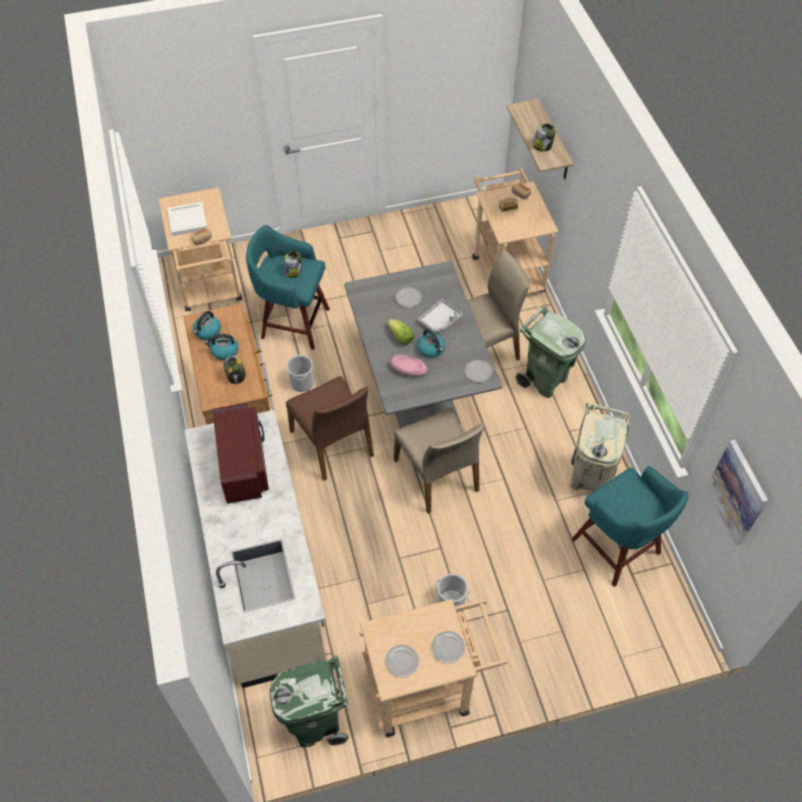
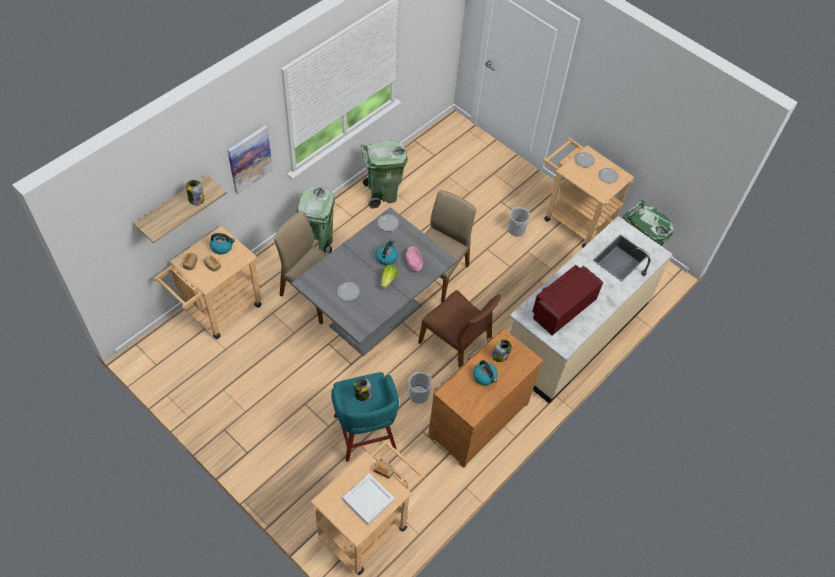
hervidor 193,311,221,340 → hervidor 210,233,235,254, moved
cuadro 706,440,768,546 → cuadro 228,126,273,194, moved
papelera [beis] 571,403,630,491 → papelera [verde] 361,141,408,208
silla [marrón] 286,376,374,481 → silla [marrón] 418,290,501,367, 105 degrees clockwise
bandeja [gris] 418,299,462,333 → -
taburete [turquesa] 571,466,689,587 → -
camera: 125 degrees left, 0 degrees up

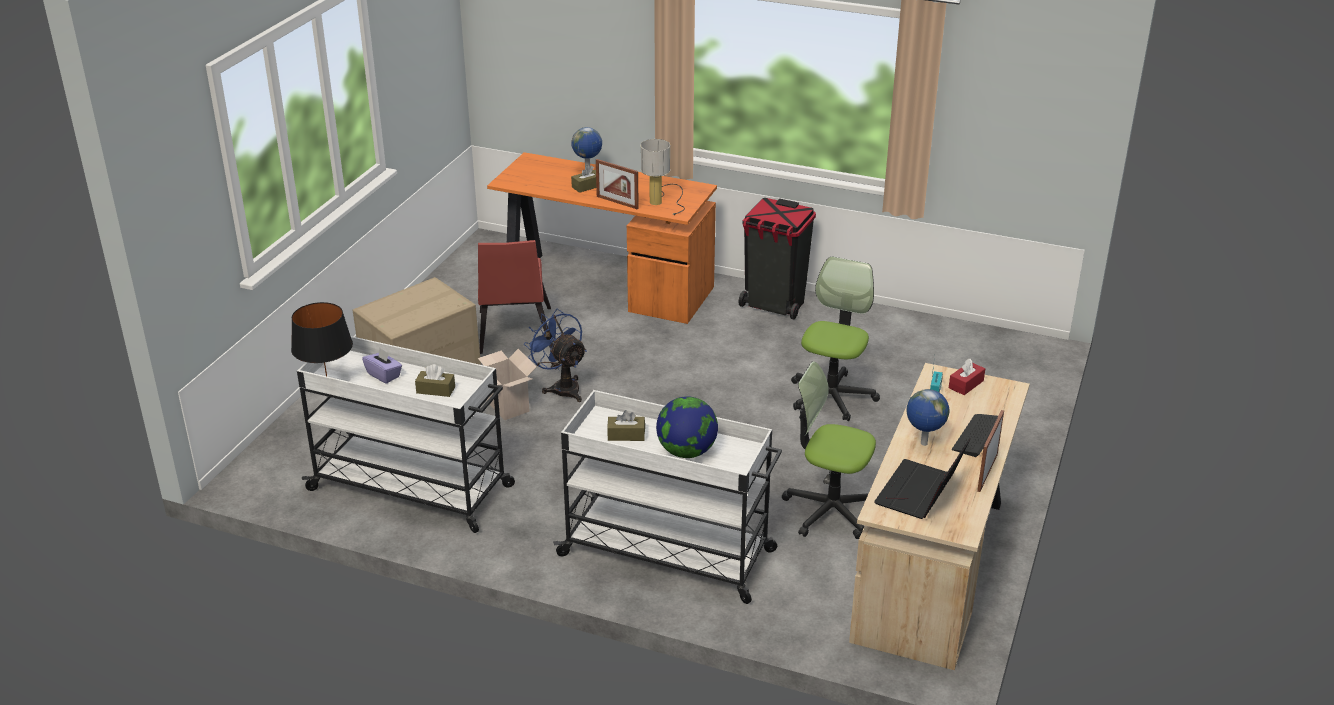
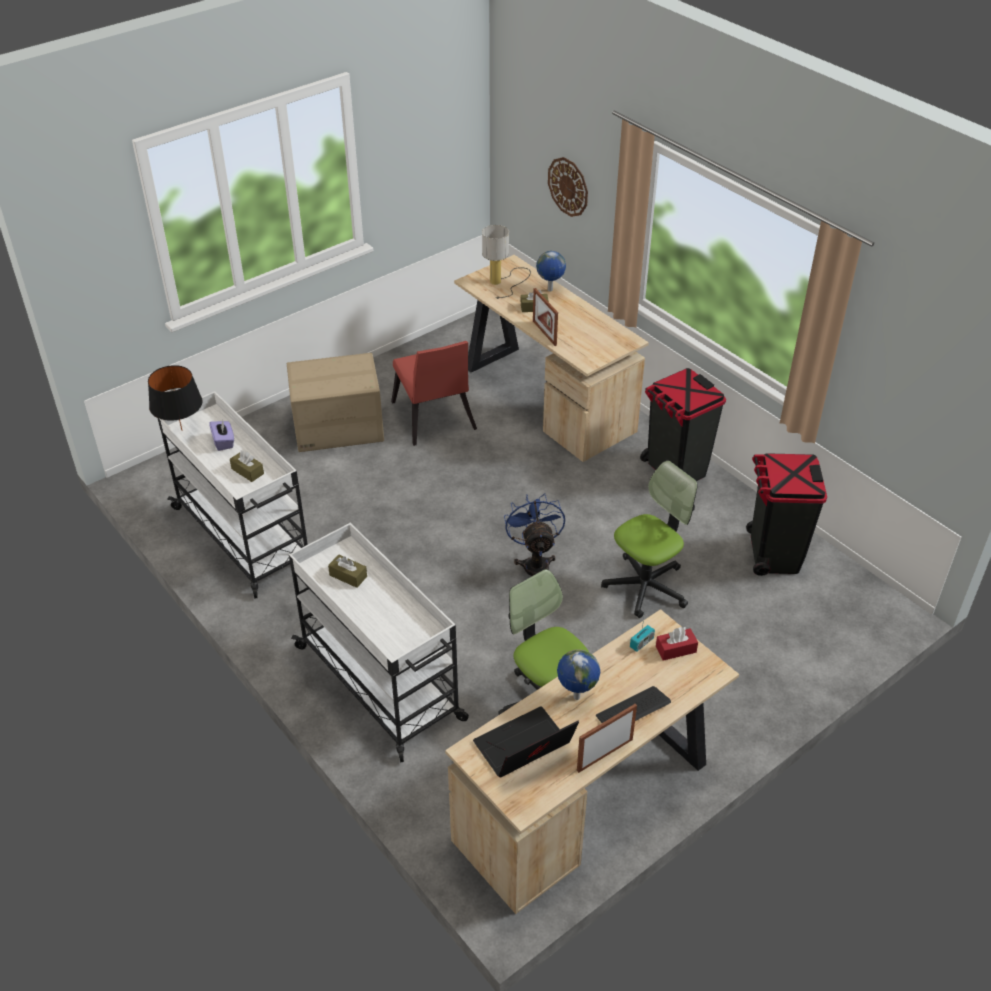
silla [rojo] 478,240,553,354 → silla [rojo] 391,341,477,446, 45 degrees counterclockwise
escritorio [naranja] 487,152,717,324 → escritorio [beis] 454,255,649,462
lámpara de mesa 641,139,685,215 → lámpara de mesa 482,225,531,299, moved
ventilador [azul] 524,309,587,402 → ventilador [azul] 504,493,565,576, moved
- → reloj de pared 548,157,588,217
- → papelera [negro] 746,453,827,576
caja de cartón 478,349,537,420 → -
globo terráqueo 656,396,718,458 → -
camera: 30 degrees right, 10 degrees up

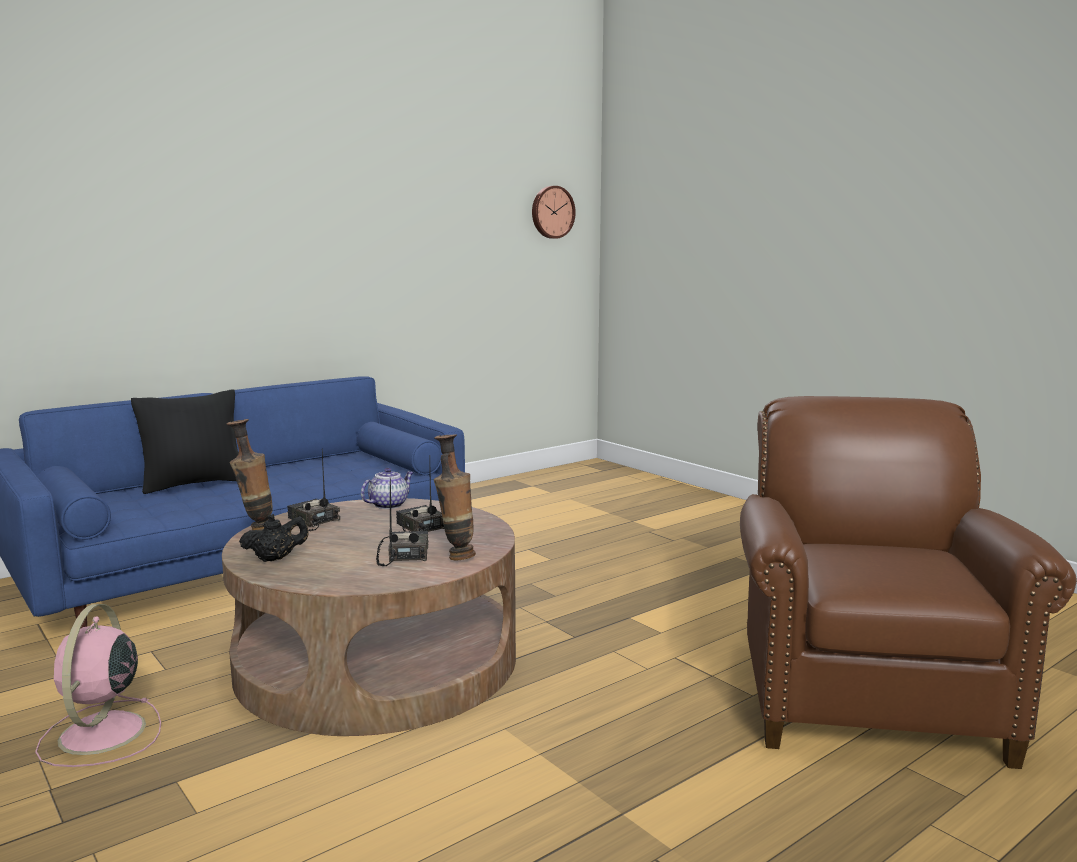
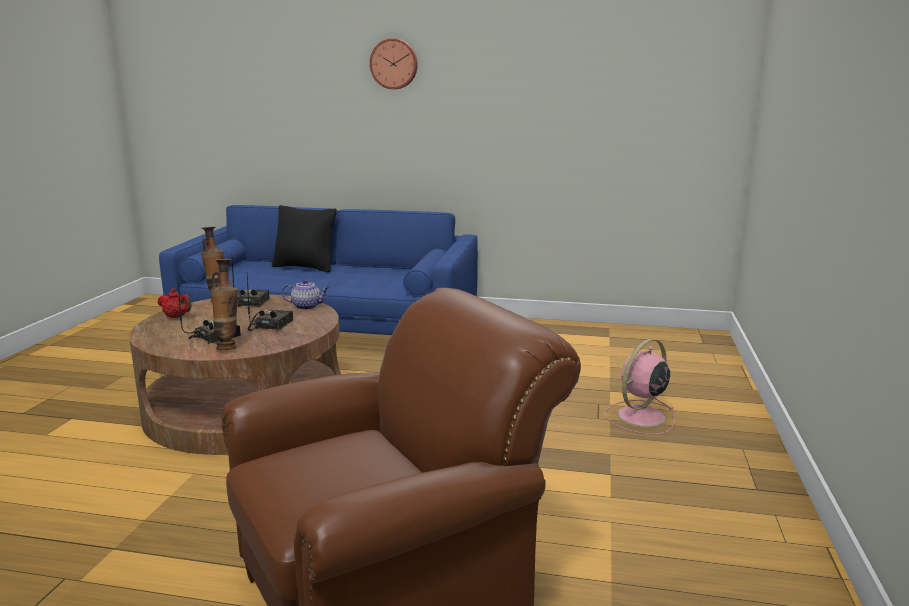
tetera [negro] 239,514,309,562 → tetera [rojo] 158,288,192,318
reloj de pared 532,186,576,239 → reloj de pared 370,38,418,89, moved
ventilador [rosa] 35,604,161,767 → ventilador [rosa] 605,339,675,435, moved
camera: 50 degrees right, 5 degrees up

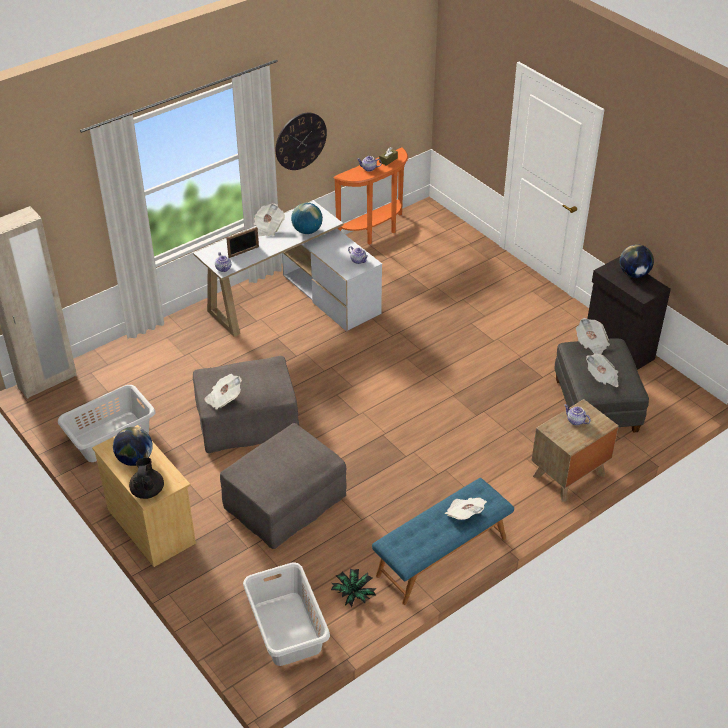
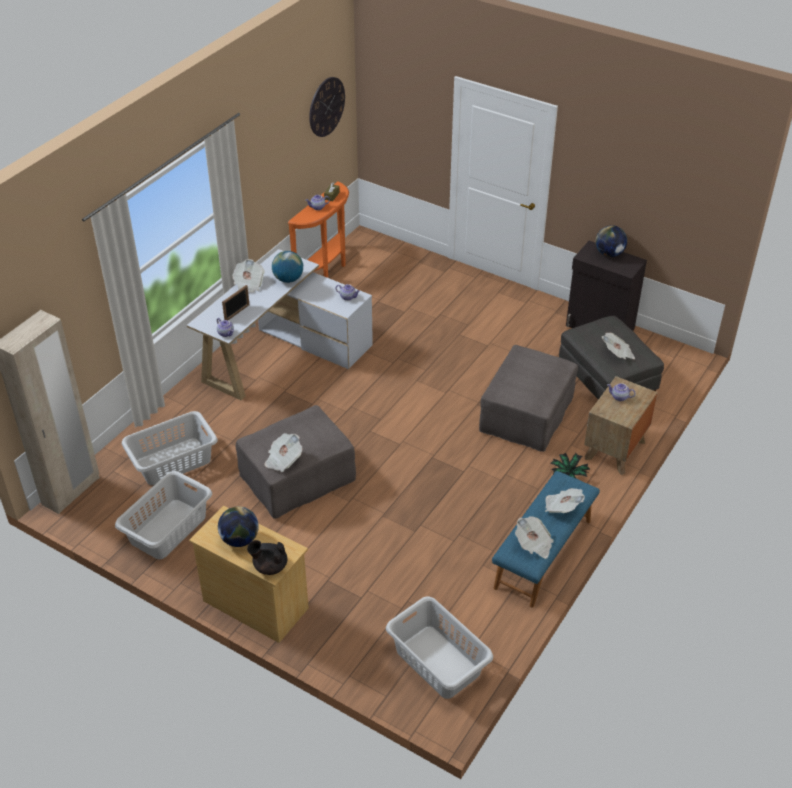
- → cesto de la ropa [gris] 122,411,218,485
tetera [negro] 129,457,164,499 → tetera [negro] 247,540,287,575, 60 degrees counterclockwise
reloj de pared 276,113,327,170 → reloj de pared 309,77,345,137, moved
puf [gris] 220,423,347,549 → puf [gris] 479,345,578,452, moved
periódico 576,318,610,354 → periódico 515,516,554,559, moved
planta en maceta 331,569,377,607 → planta en maceta 551,453,590,479, moved
camera: 20 degrees left, 0 degrees up

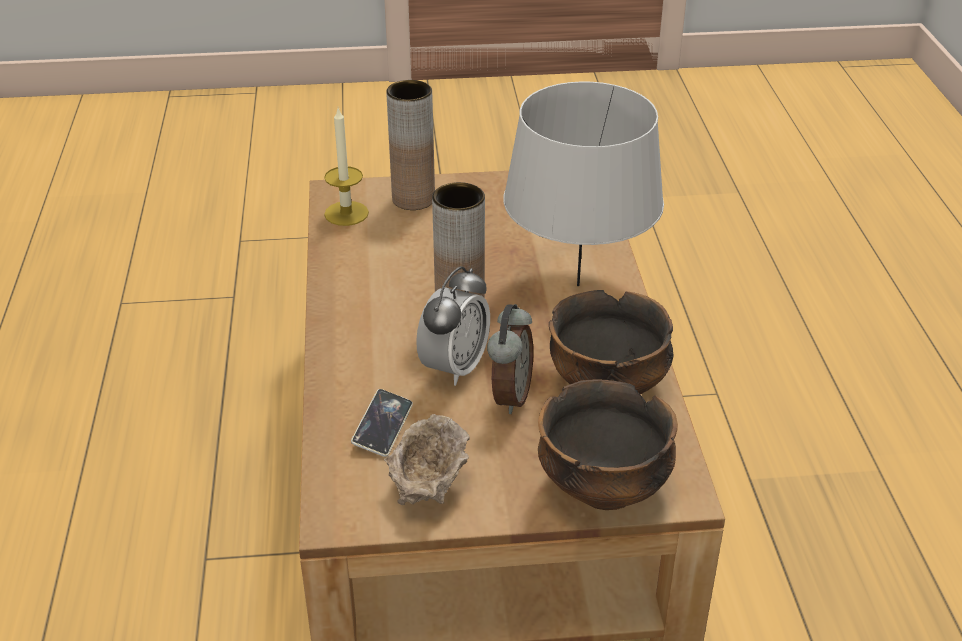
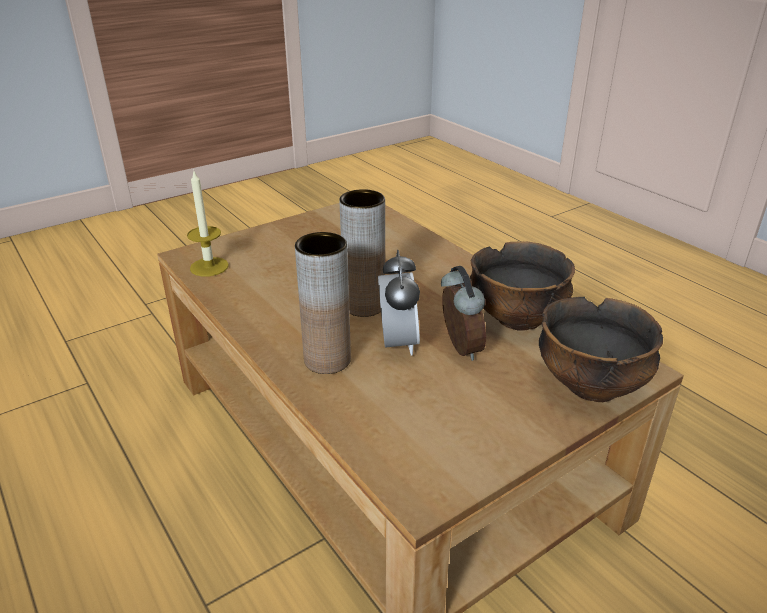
florero [marrón] 386,80,435,210 → florero [marrón] 295,232,351,374, moved
móvil 351,389,413,457 → -
cuenco [beis] 384,414,470,505 → -
lámpara de mesa [gris] 503,82,664,286 → -
camera: 30 degrees left, 5 degrees down

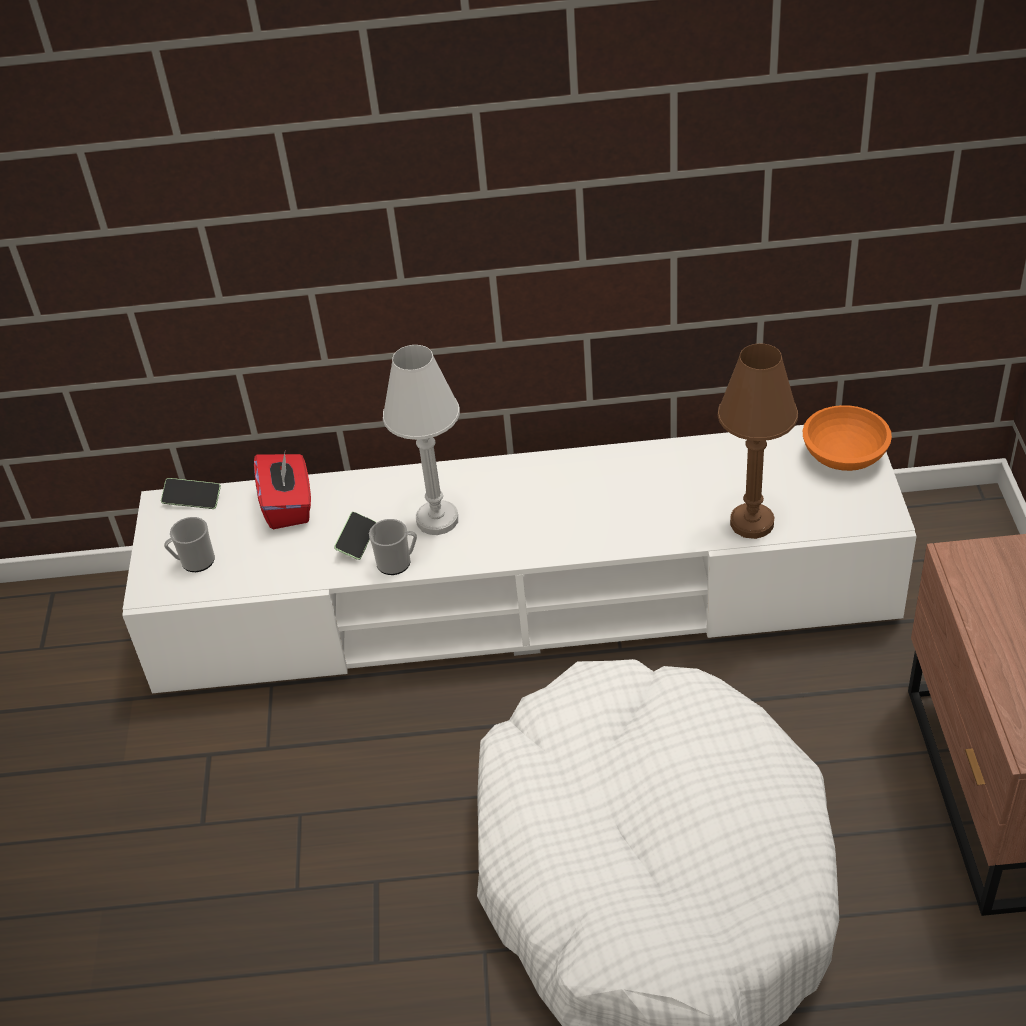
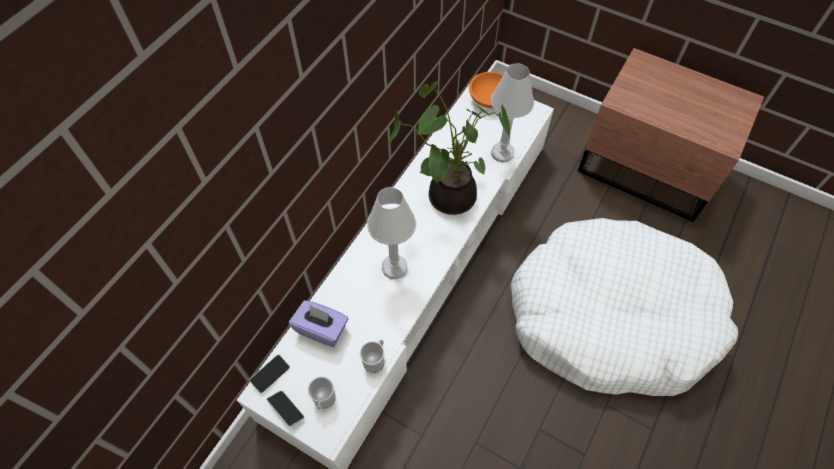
móvil 334,512,376,560 → móvil 267,391,304,427, moved
caja de pañuelos [rojo] 254,449,311,529 → caja de pañuelos [morado] 289,300,348,347
taza grande 369,519,417,575 → taza grande 360,340,384,373, moved
- → planta en maceta 388,81,510,215
lámpara de mesa [marrón] 718,343,798,539 → lámpara de mesa [blanco] 491,63,534,163
camera: 60 degrees left, 15 degrees up

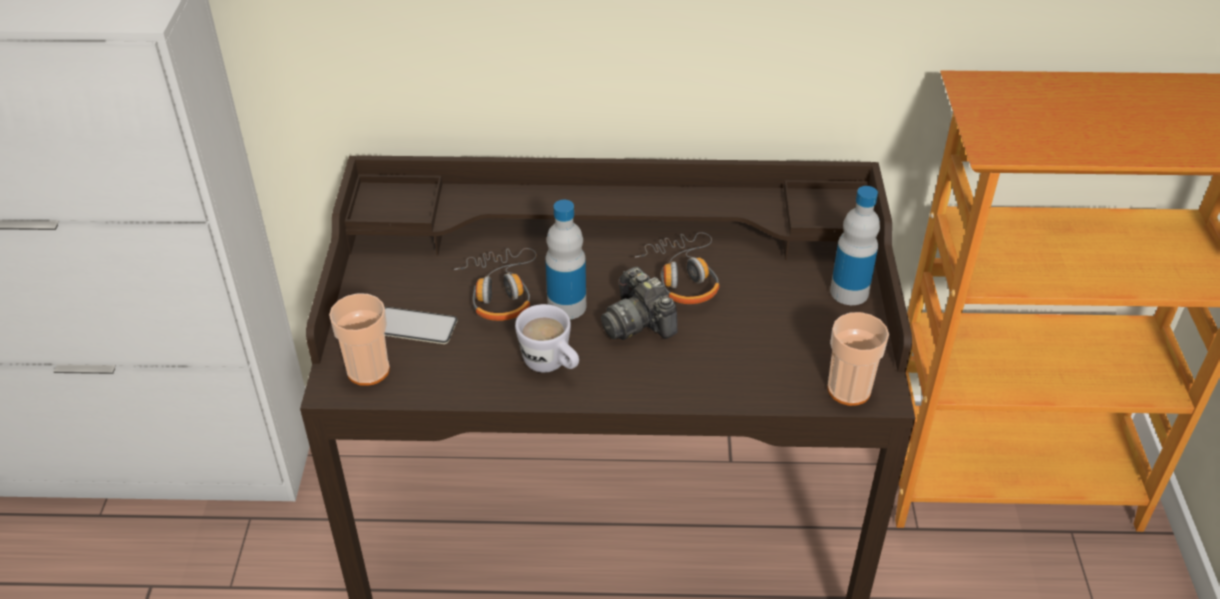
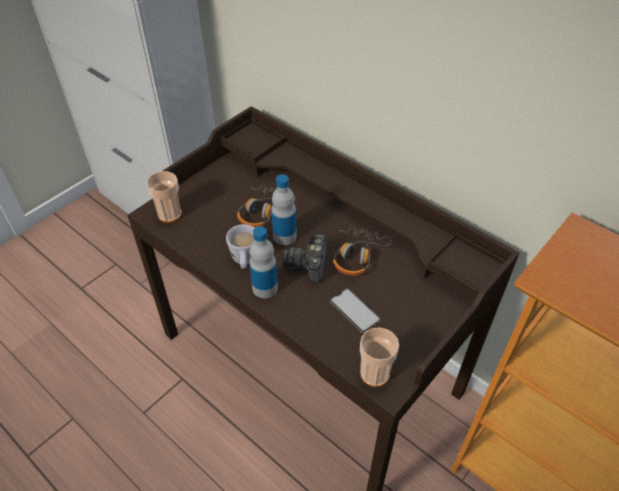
botella 830,186,880,305 → botella 249,226,278,298, moved
móvil 384,307,457,344 → móvil 330,288,381,333, moved
camera: 40 degrees right, 5 degrees up

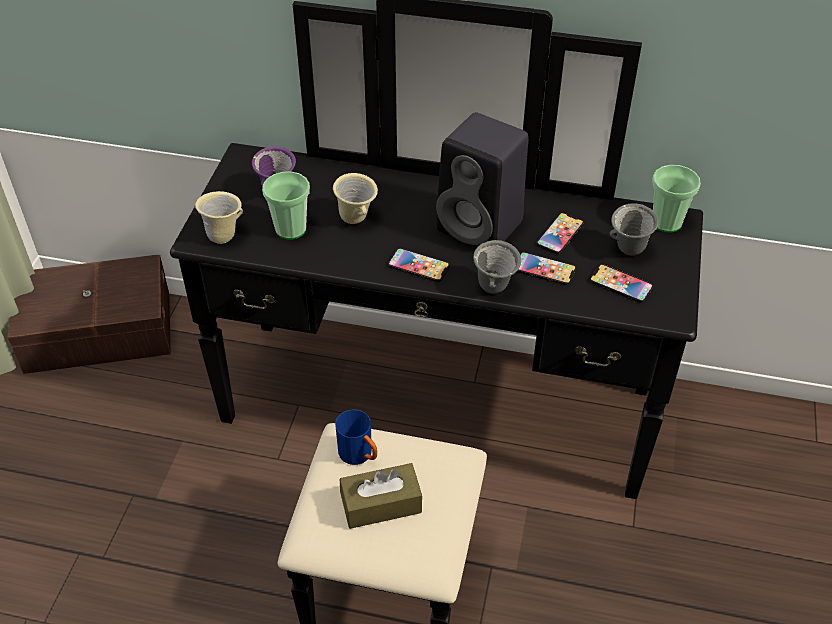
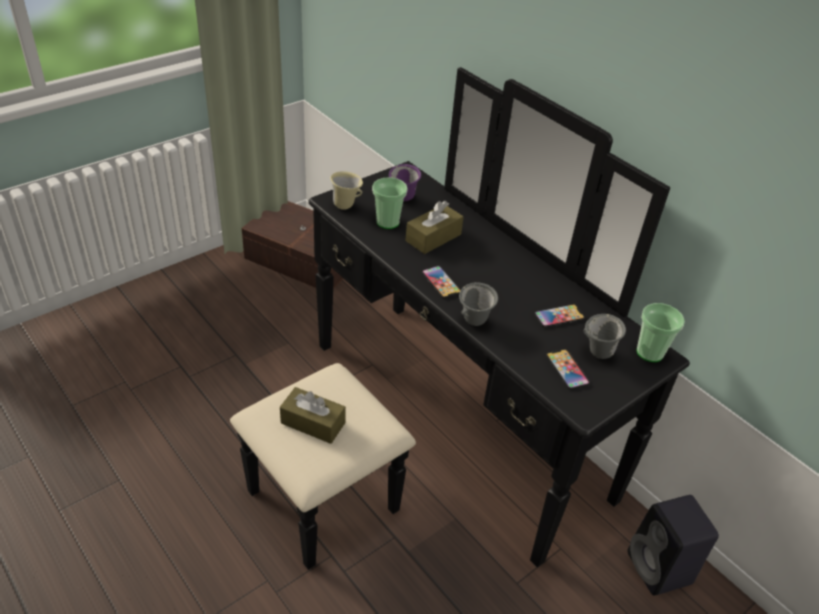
taza grande [beis] 333,173,378,224 → caja de pañuelos [marrón] 405,201,464,254
altavoz [negro] 436,112,529,248 → altavoz [negro] 627,495,719,595, moved
taza grande [azul] 335,409,377,465 → -
móvil 517,252,576,285 → -
camera: 35 degrees right, 5 degrees down

